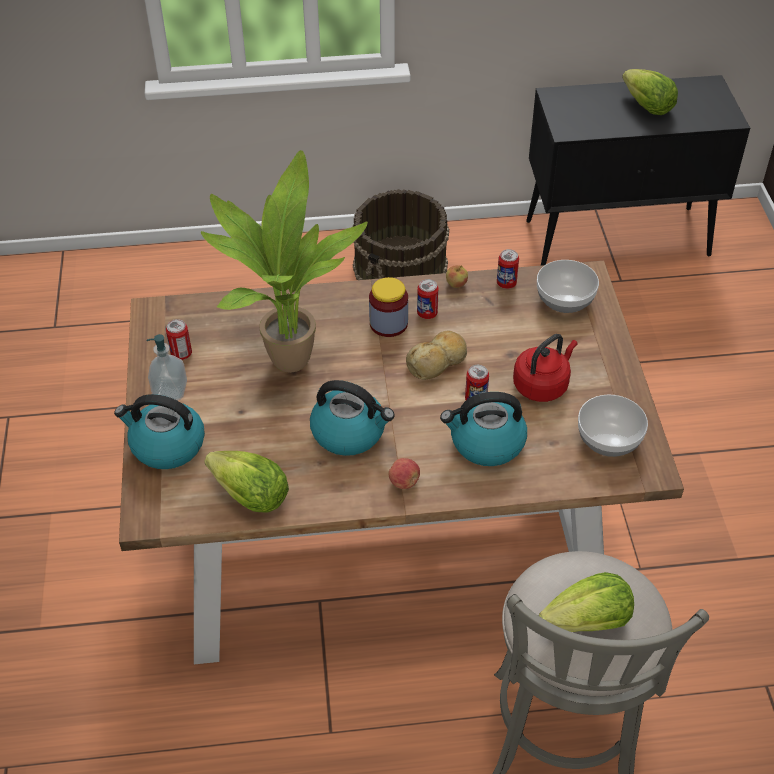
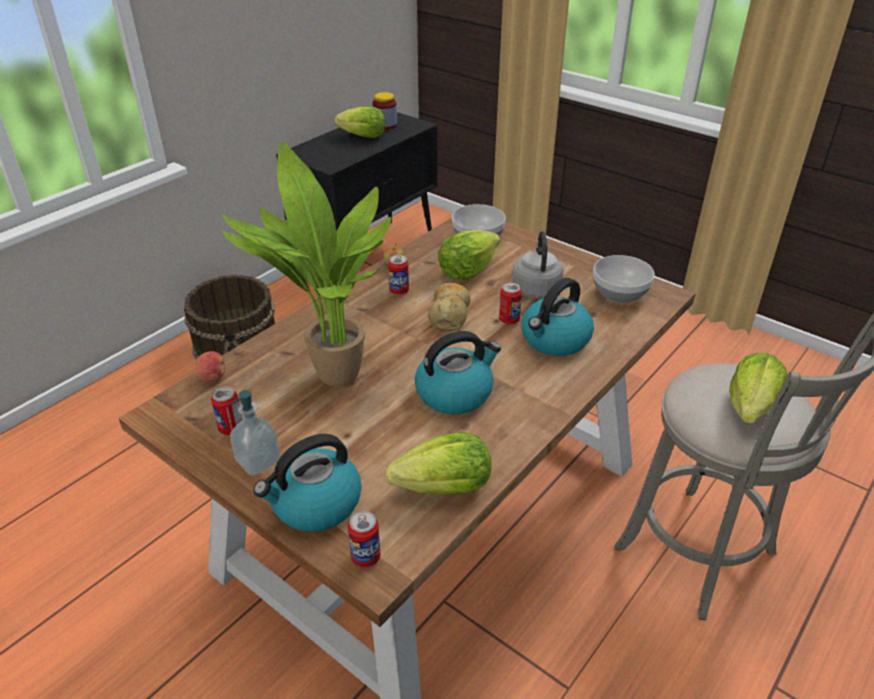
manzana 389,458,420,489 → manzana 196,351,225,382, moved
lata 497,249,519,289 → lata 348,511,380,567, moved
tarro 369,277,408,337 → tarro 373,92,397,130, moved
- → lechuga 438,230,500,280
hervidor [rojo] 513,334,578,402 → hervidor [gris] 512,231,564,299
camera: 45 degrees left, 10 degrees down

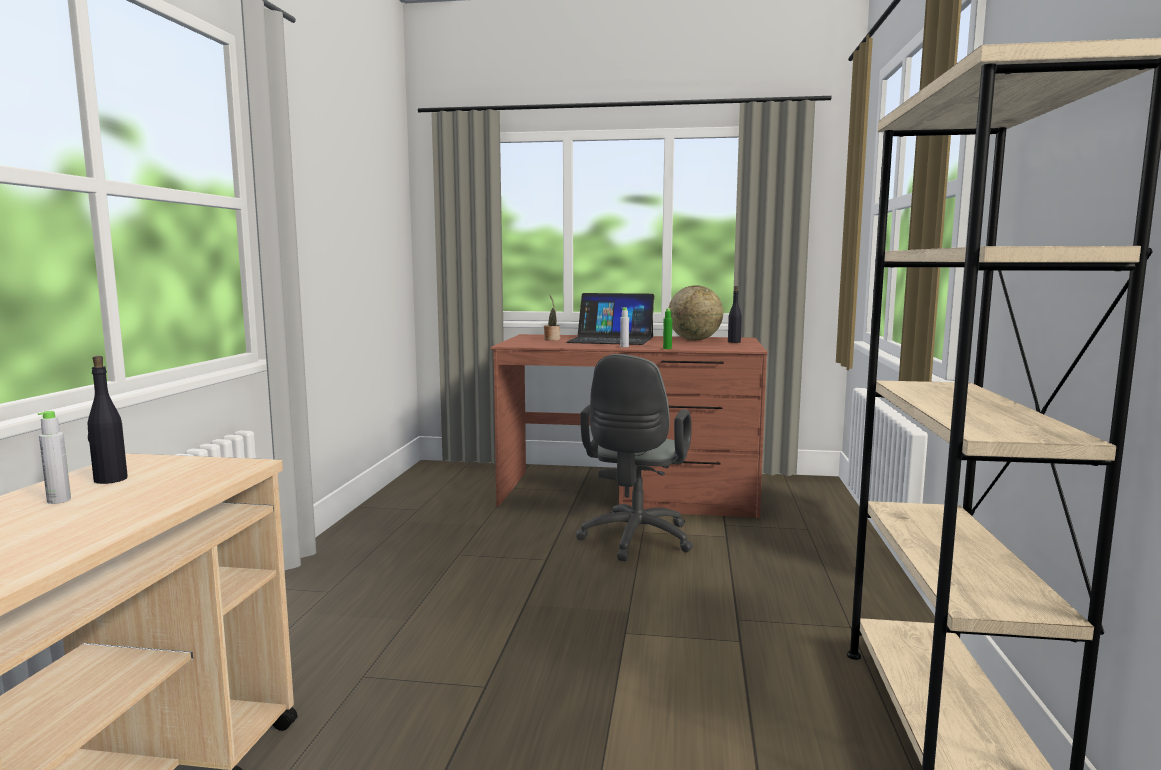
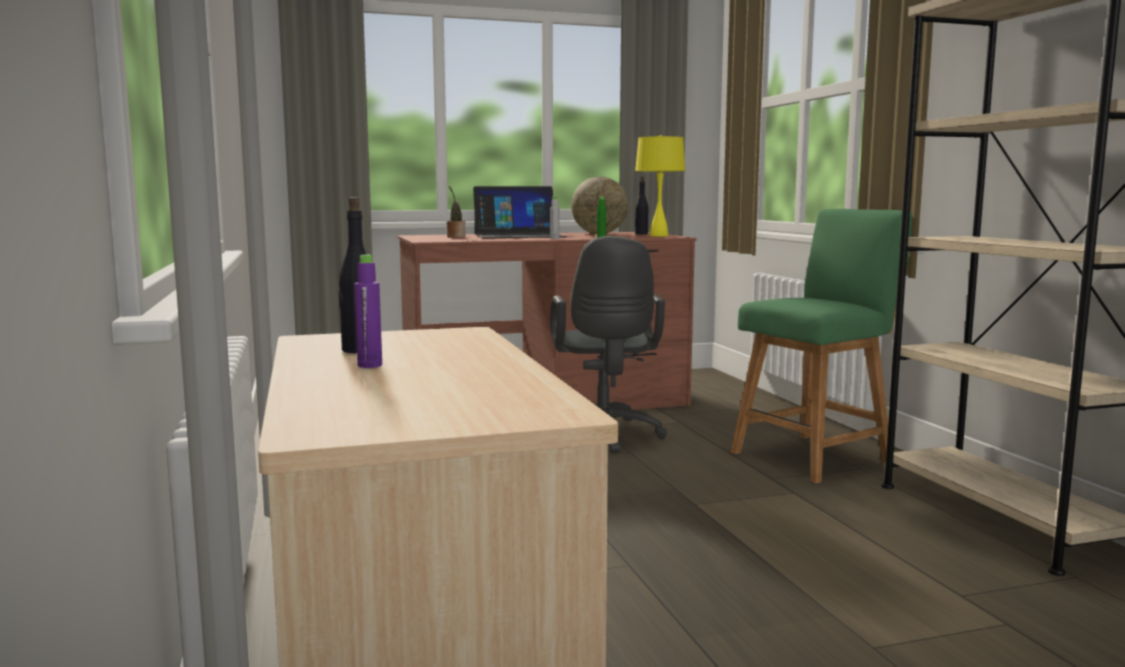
botella [gris] 38,411,71,504 → botella [morado] 354,255,382,368
- → lámpara de mesa [amarillo] 635,135,685,237
- → silla [verde] 731,209,913,484
camera: 25 degrees left, 0 degrees up

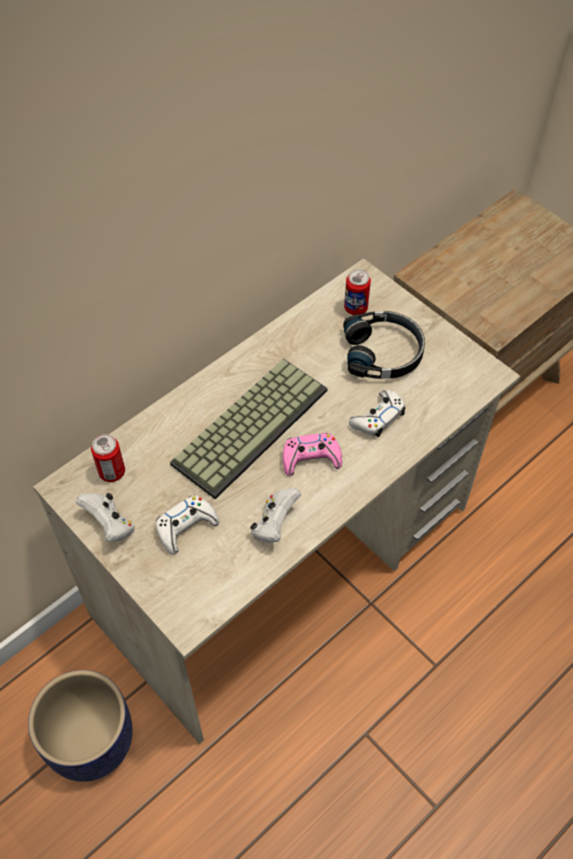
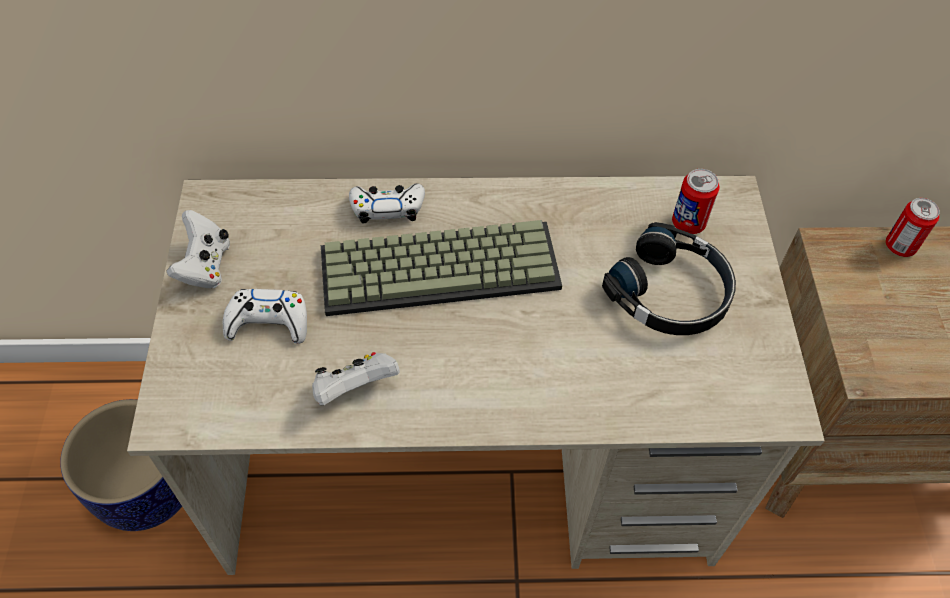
mando de consola [blanco] 349,390,406,437 → mando de consola [blanco] 349,183,425,223, moved
lata 91,434,125,482 → lata 886,198,940,257, moved
mando de consola [rosa] 283,433,342,476 → -
camera: 40 degrees right, 0 degrees up

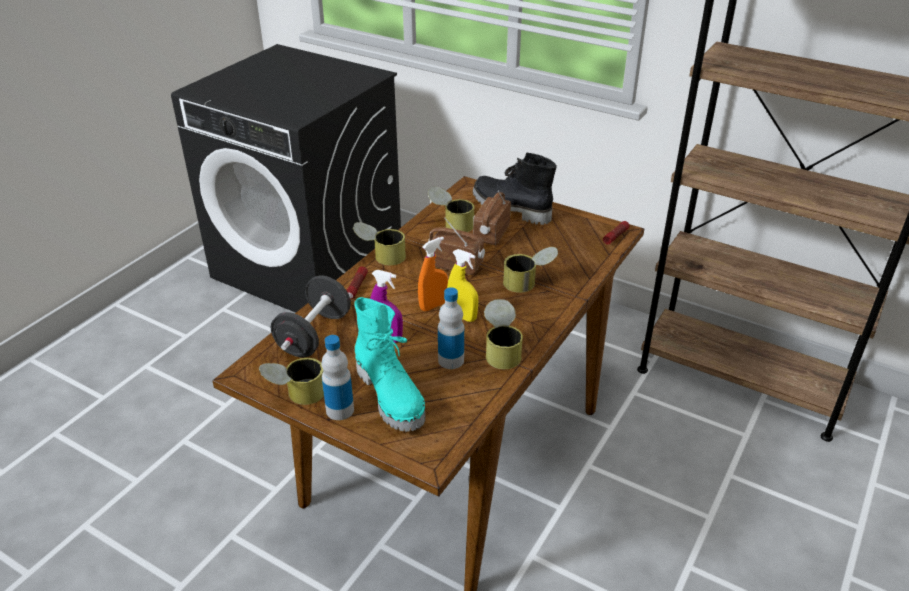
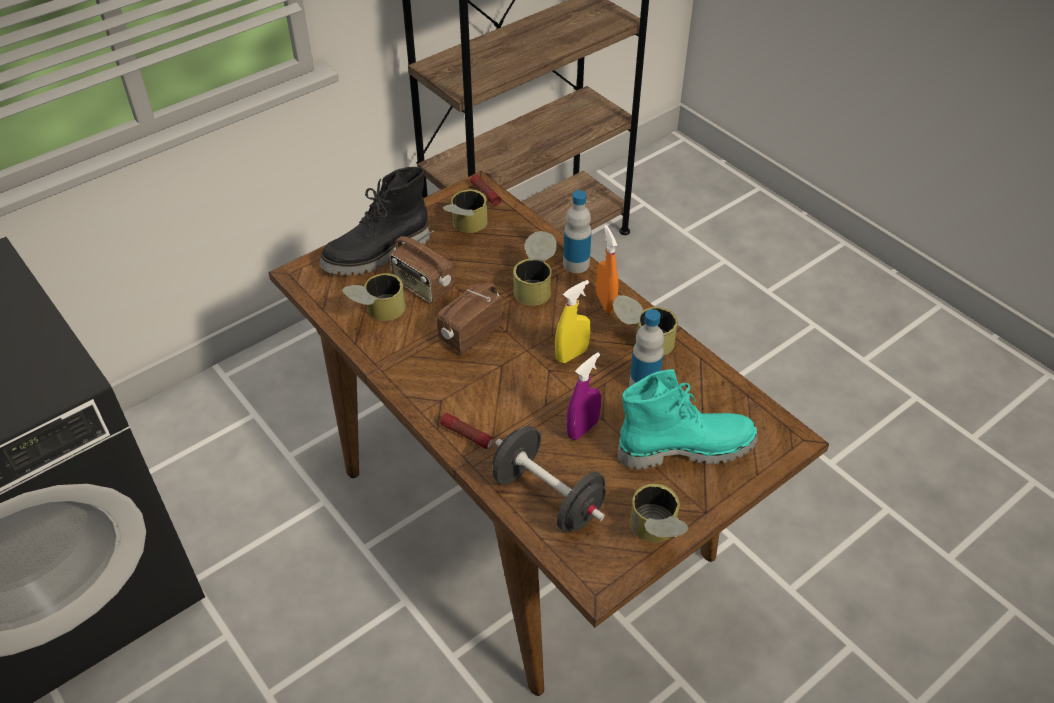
lata 353,222,406,265 → lata 443,189,488,233, moved
botella 321,335,354,420 → botella 563,190,592,273, moved
pulverizador [naranja] 418,237,448,311 → pulverizador [naranja] 596,225,618,313, moved
camera: 70 degrees left, 10 degrees up

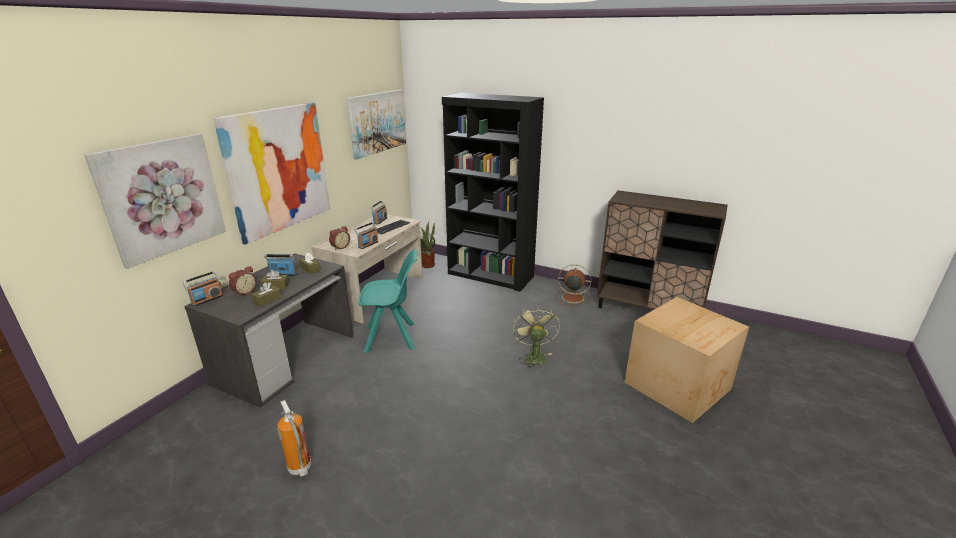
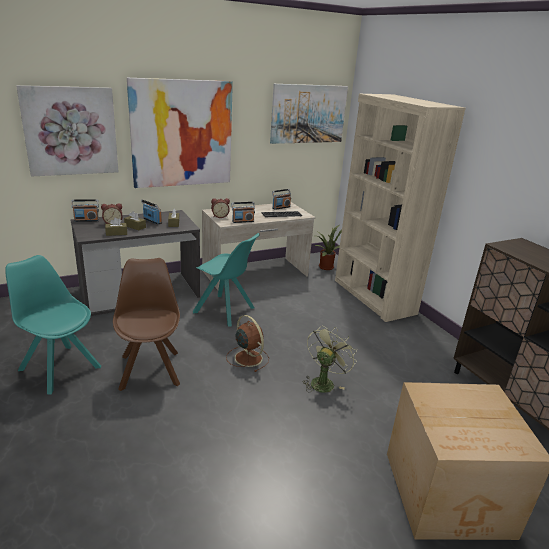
extintor 277,400,312,477 → silla [turquesa] 5,255,101,394
- → silla [marrón] 113,258,180,391
ventilador [marrón] 556,264,591,305 → ventilador [marrón] 226,315,269,372, moved
estantería [negro] 442,93,544,292 → estantería [beis] 335,94,466,322
camera: 35 degrees right, 0 degrees up

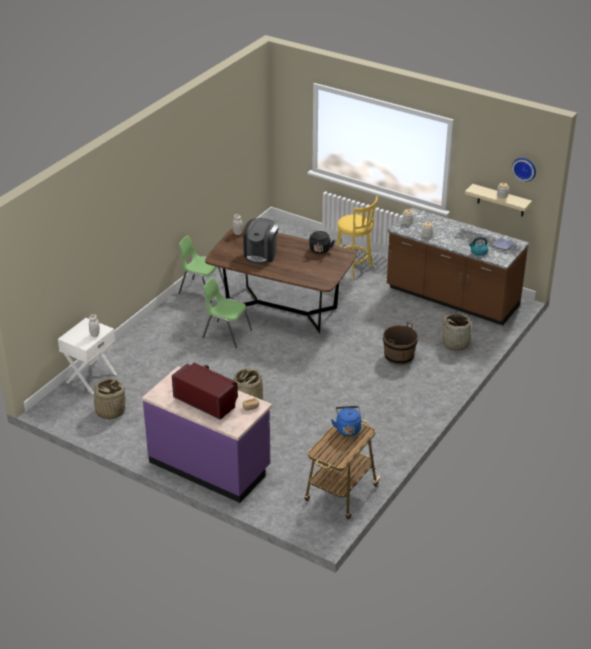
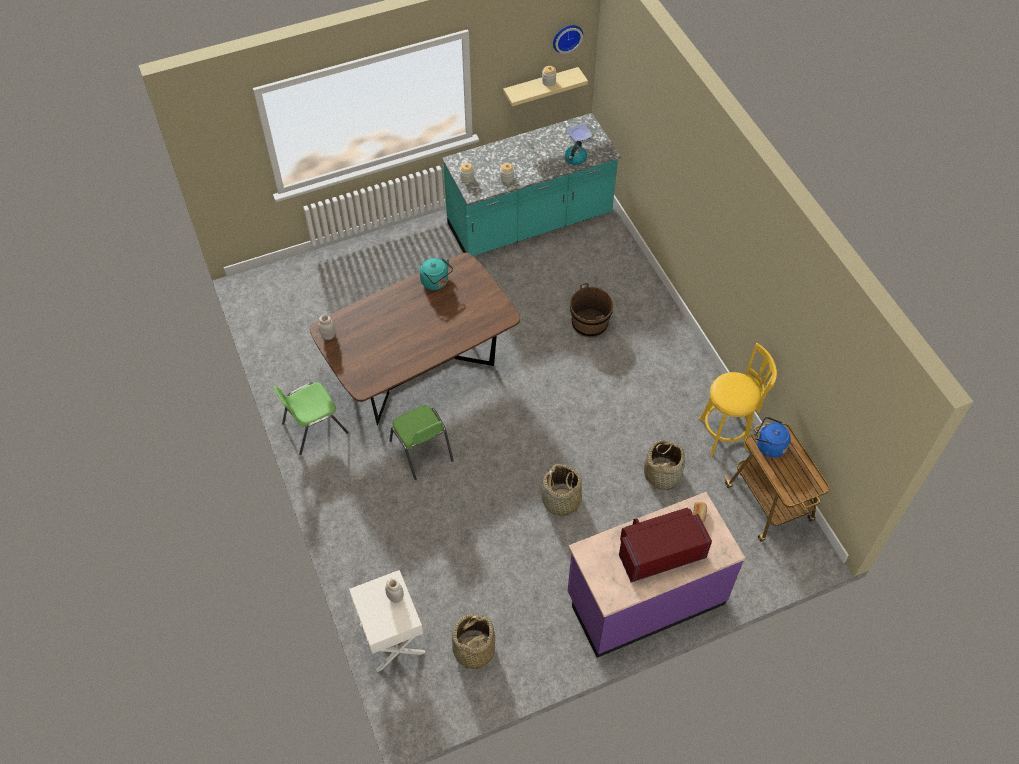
silla [verde] 202,278,252,348 → silla [verde] 389,405,454,480, 90 degrees counterclockwise
hervidor [negro] 308,231,335,254 → hervidor [turquesa] 420,258,453,290
mueble bajo de cocina [marrón] 387,207,529,325 → mueble bajo de cocina [turquesa] 442,113,621,256
cesta 439,312,478,351 → cesta 644,440,685,490, moved
taburete [amarillo] 337,196,378,279 → taburete [amarillo] 698,343,777,457, moved
cafetera 243,218,279,265 → -
camera: 55 degrees left, 20 degrees up

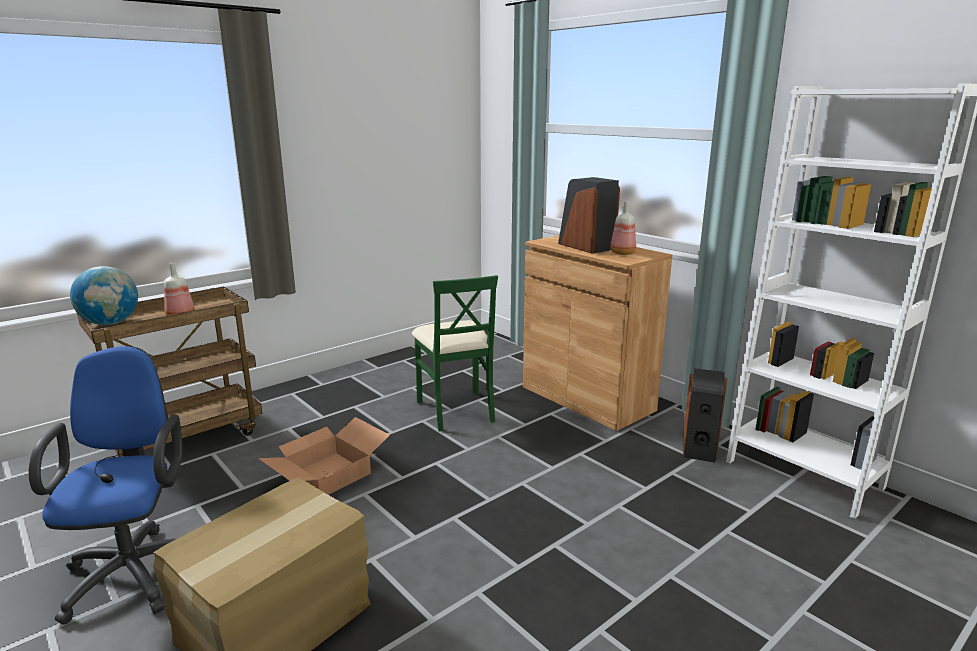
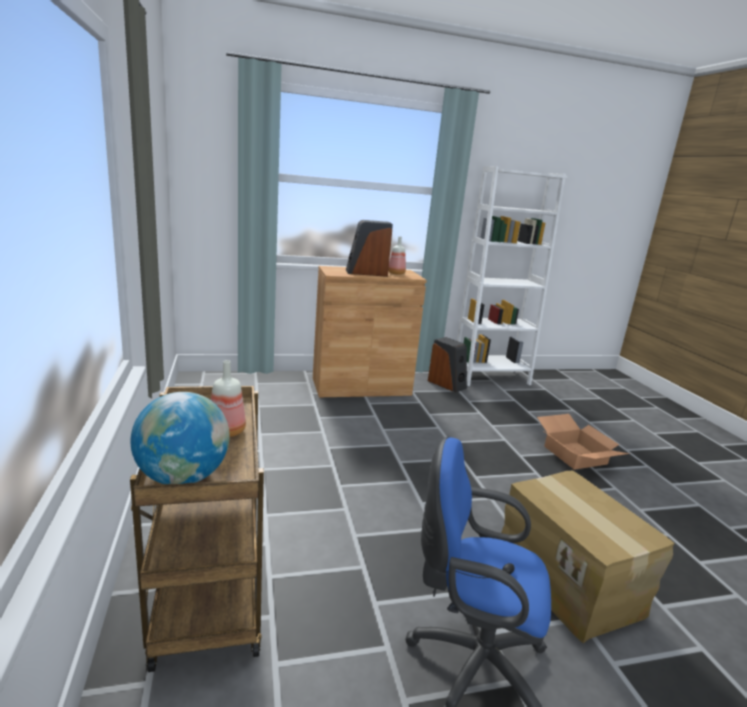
caja de cartón 258,417,390,495 → caja de cartón 537,414,630,470, moved
silla [verde] 412,275,498,432 → -
camera: 65 degrees left, 0 degrees up

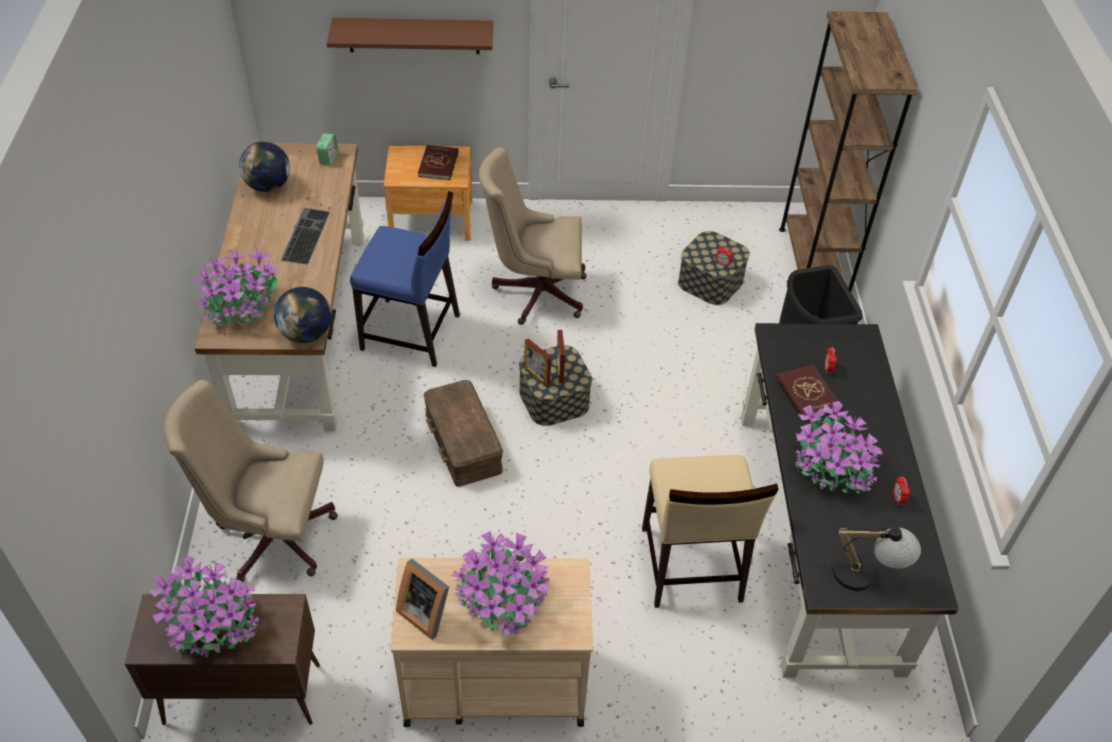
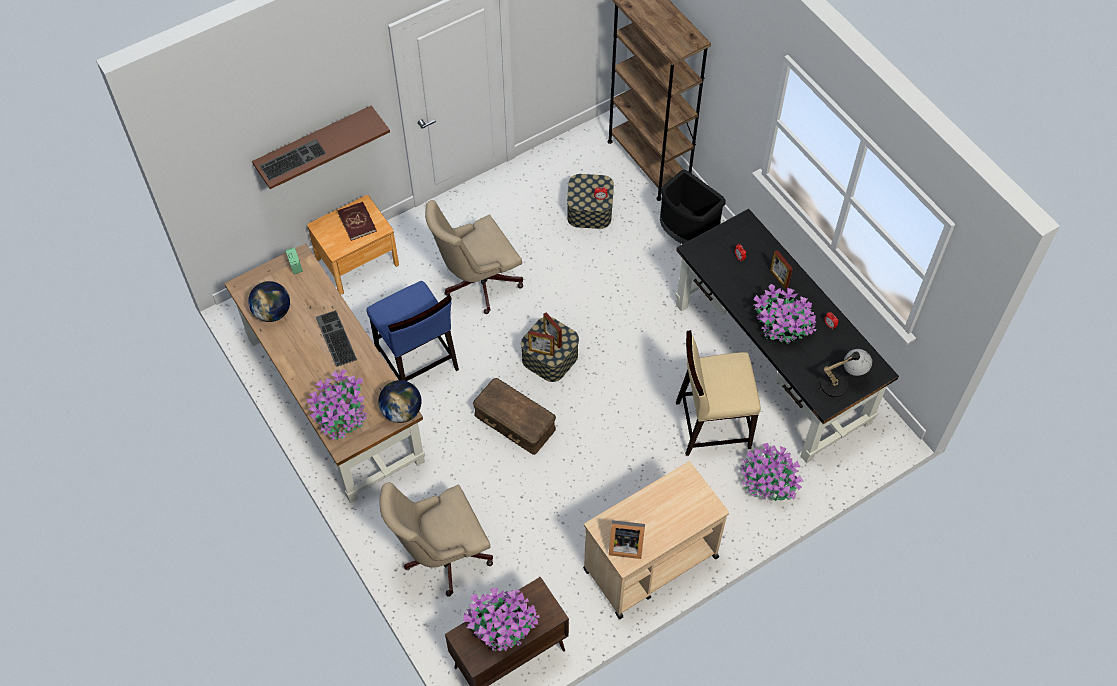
- → teclado 259,139,326,181
silla [azul] 350,191,460,367 → silla [azul] 367,281,459,381, 75 degrees clockwise
silla [beis] 642,455,778,608 → silla [beis] 676,330,761,456, 120 degrees clockwise
planta en maceta 452,531,550,636 → planta en maceta 740,443,804,501, moved
- → portarretratos 770,250,793,289
libro [rojo] 775,365,837,416 → -
camera: 30 degrees left, 10 degrees up

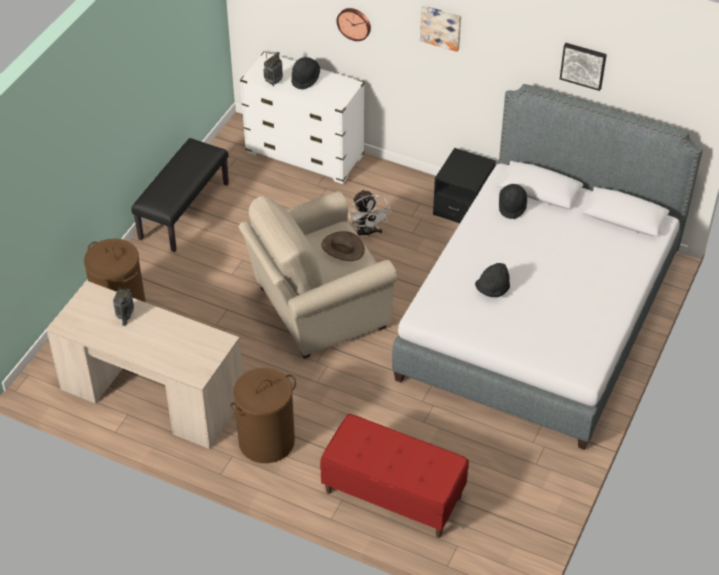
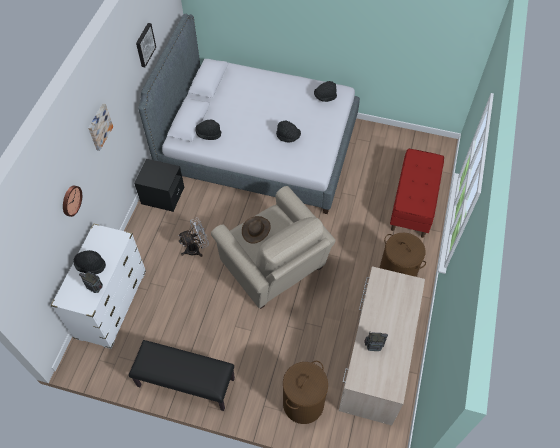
- → sombrero [negro] 314,81,337,102
camera: 100 degrees left, 10 degrees up

